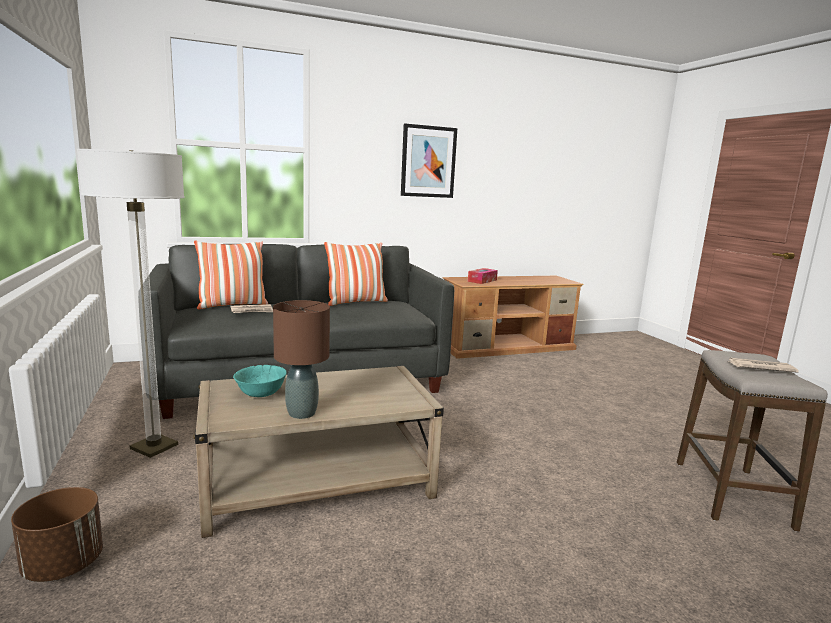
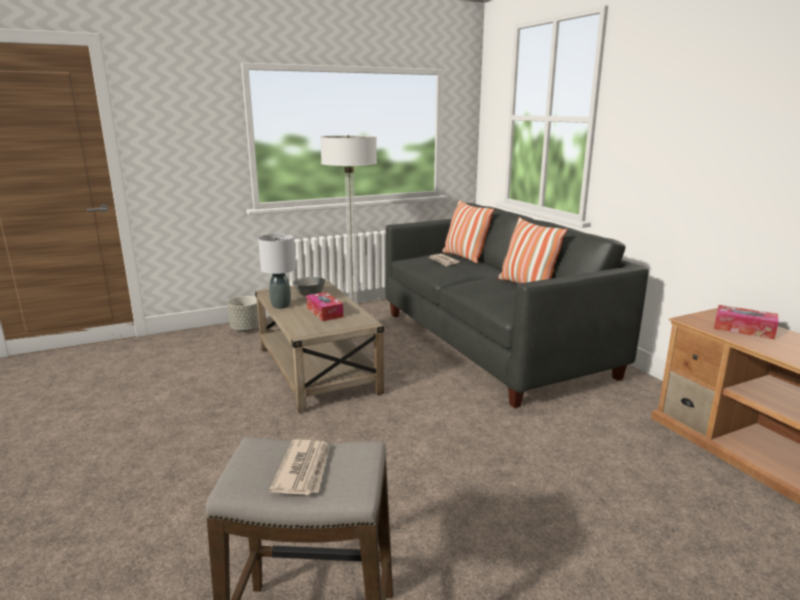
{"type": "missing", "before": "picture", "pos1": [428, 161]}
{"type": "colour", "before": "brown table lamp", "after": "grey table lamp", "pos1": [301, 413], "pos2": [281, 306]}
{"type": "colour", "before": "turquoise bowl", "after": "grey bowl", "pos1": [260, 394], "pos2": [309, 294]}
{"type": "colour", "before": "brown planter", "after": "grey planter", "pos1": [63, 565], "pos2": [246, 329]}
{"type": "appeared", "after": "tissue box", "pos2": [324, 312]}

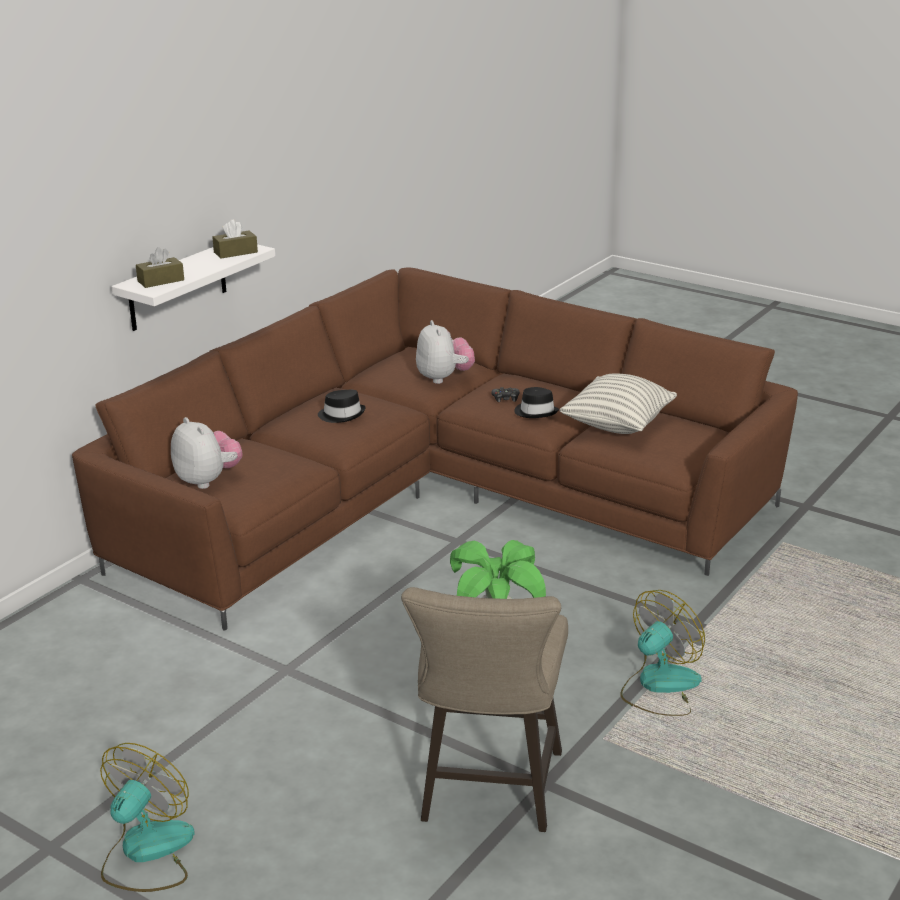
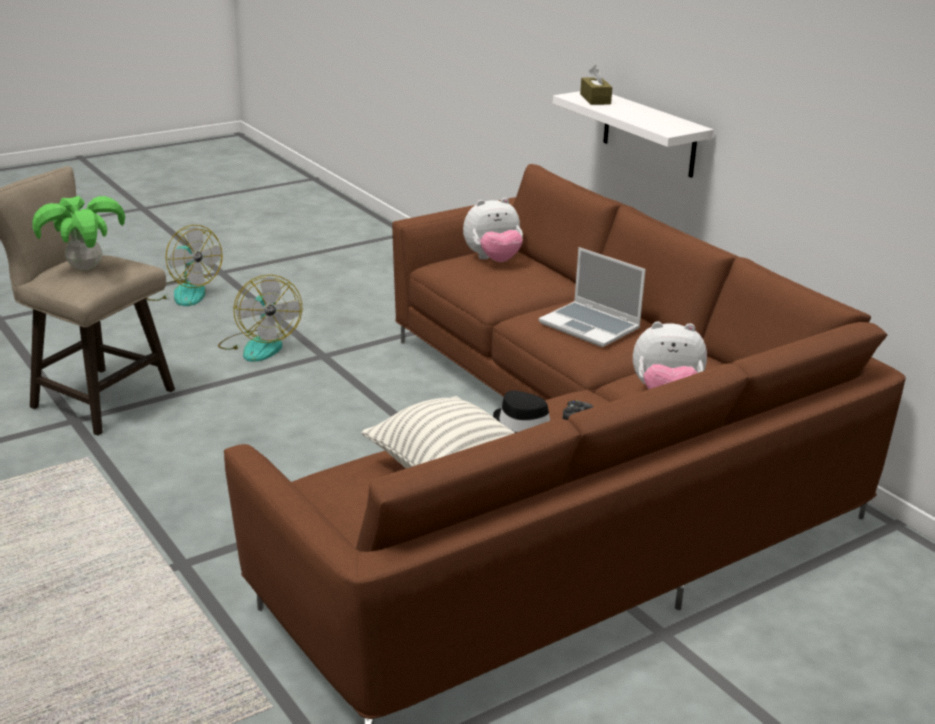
{"type": "missing", "before": "brown tissue box", "pos1": [235, 252]}
{"type": "exchanged", "before": "black hat", "after": "laptop", "pos1": [342, 415], "pos2": [591, 326]}
{"type": "relocated", "before": "fan", "pos1": [659, 687], "pos2": [259, 345]}

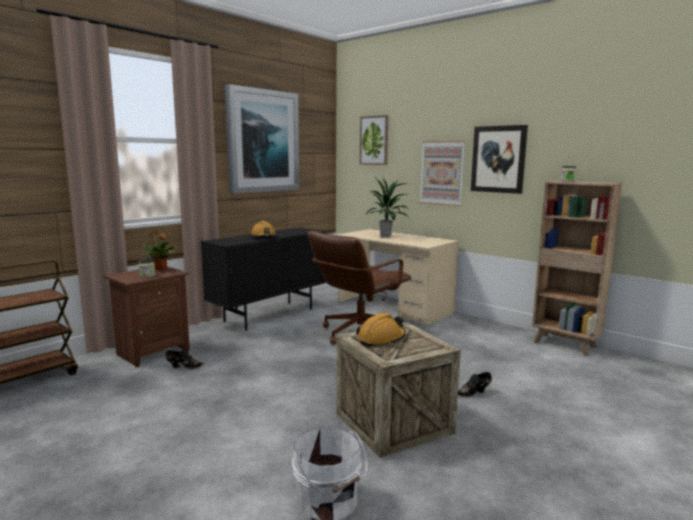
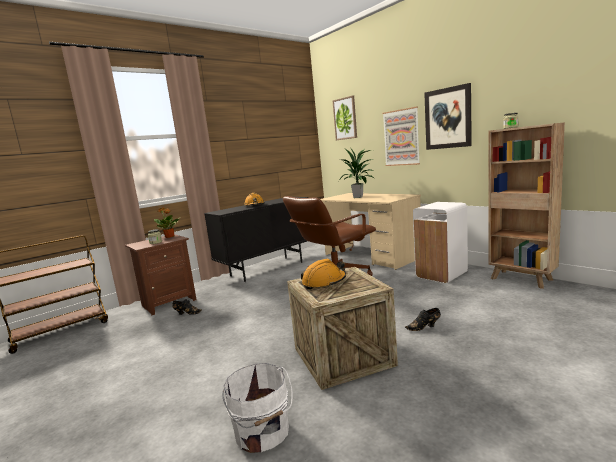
{"type": "missing", "before": "picture", "pos1": [262, 141]}
{"type": "appeared", "after": "white trash can", "pos2": [442, 275]}

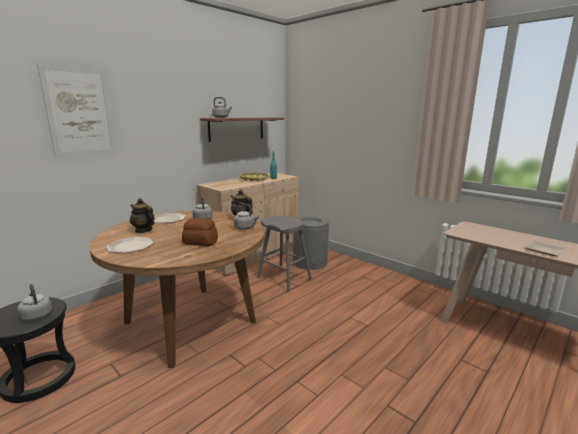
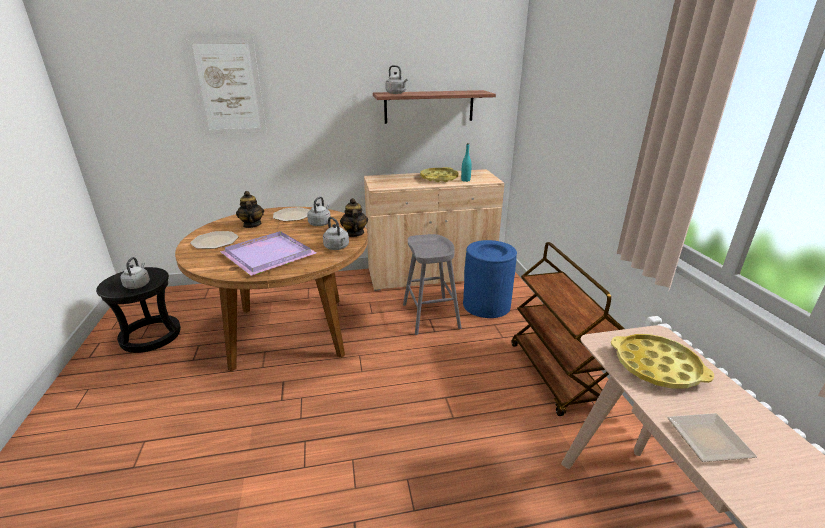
{"type": "colour", "before": "grey trash can", "after": "blue trash can", "pos1": [310, 262], "pos2": [486, 305]}
{"type": "exchanged", "before": "bread", "after": "purple tray", "pos1": [200, 242], "pos2": [269, 254]}
{"type": "appeared", "after": "brown cart", "pos2": [555, 375]}
{"type": "appeared", "after": "yellow tray", "pos2": [657, 366]}

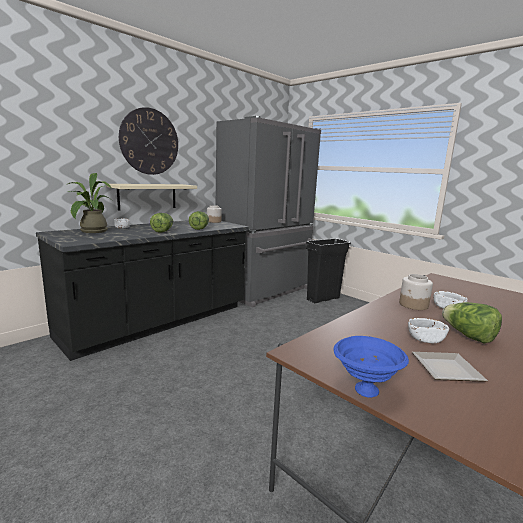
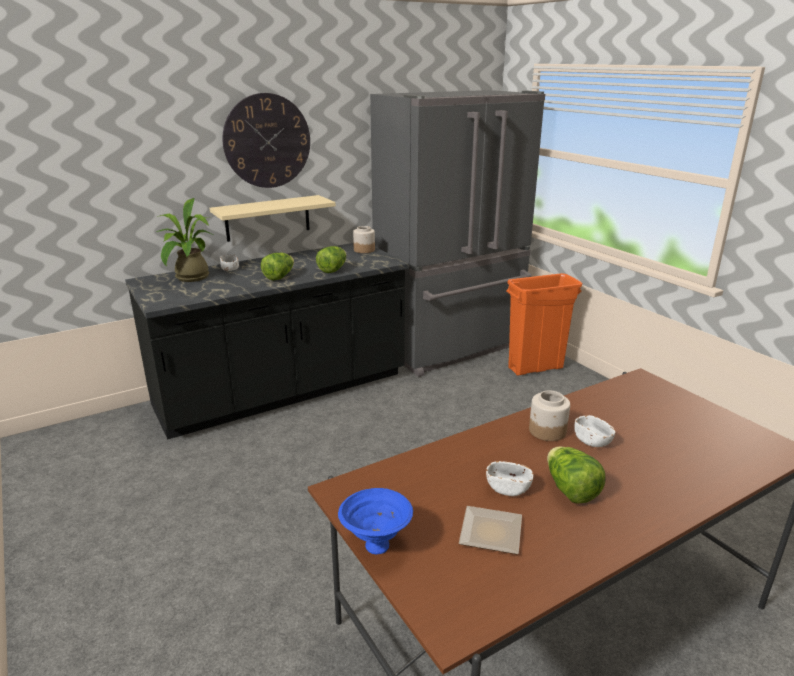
{"type": "colour", "before": "black trash can", "after": "orange trash can", "pos1": [323, 299], "pos2": [536, 368]}

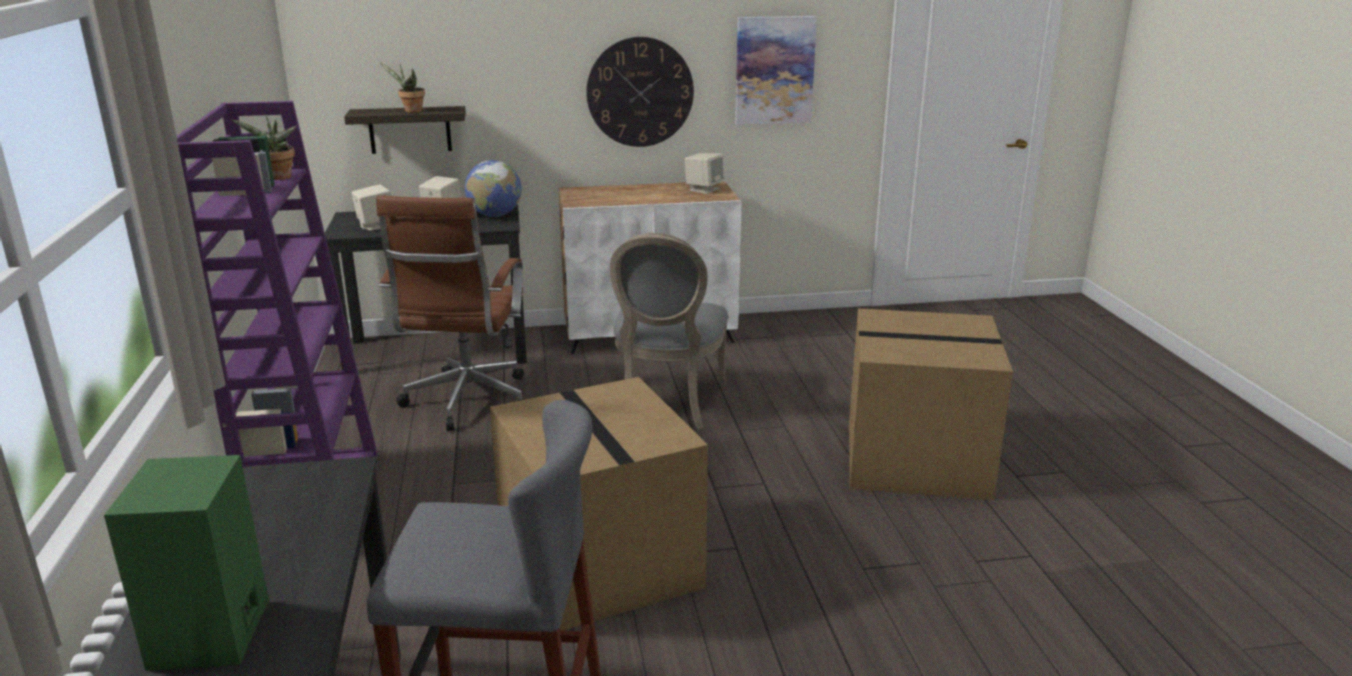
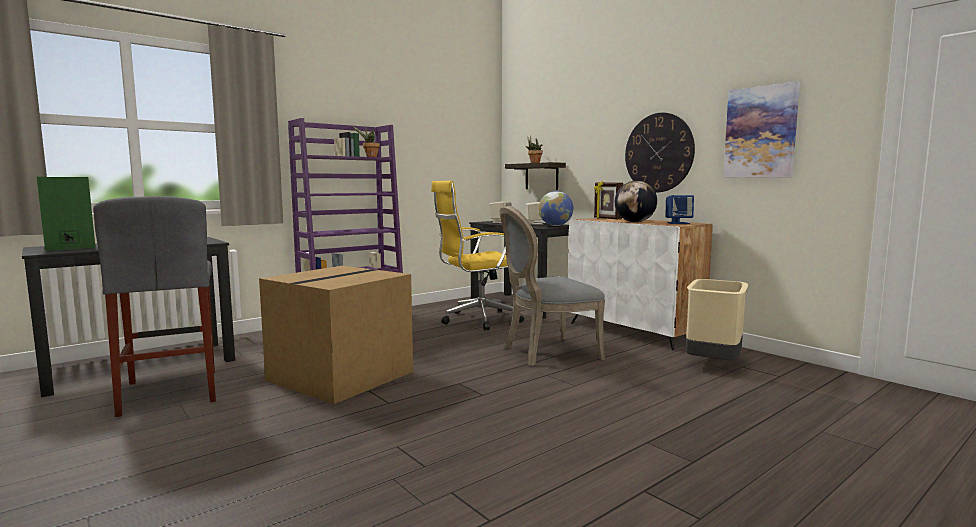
{"type": "colour", "before": "beige speaker", "after": "blue speaker", "pos1": [704, 189], "pos2": [678, 223]}
{"type": "colour", "before": "brown office chair", "after": "yellow office chair", "pos1": [466, 403], "pos2": [477, 320]}
{"type": "missing", "before": "cardboard box", "pos1": [918, 458]}
{"type": "appeared", "after": "picture frame", "pos2": [607, 218]}
{"type": "appeared", "after": "globe", "pos2": [634, 222]}
{"type": "appeared", "after": "beige trash can", "pos2": [714, 364]}

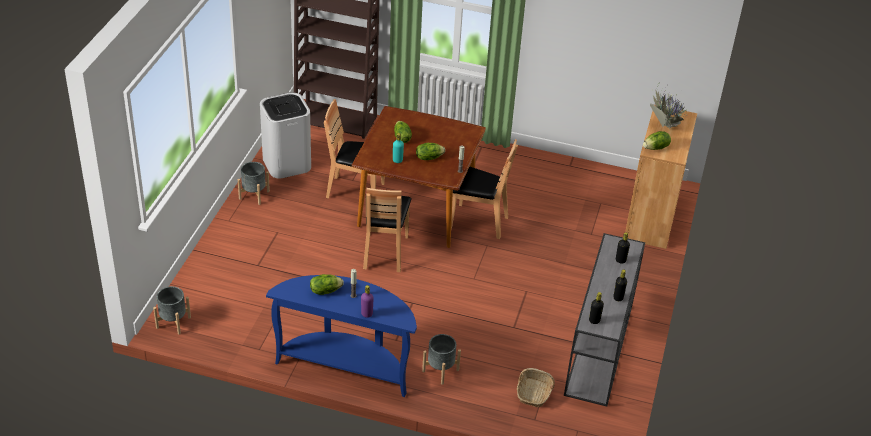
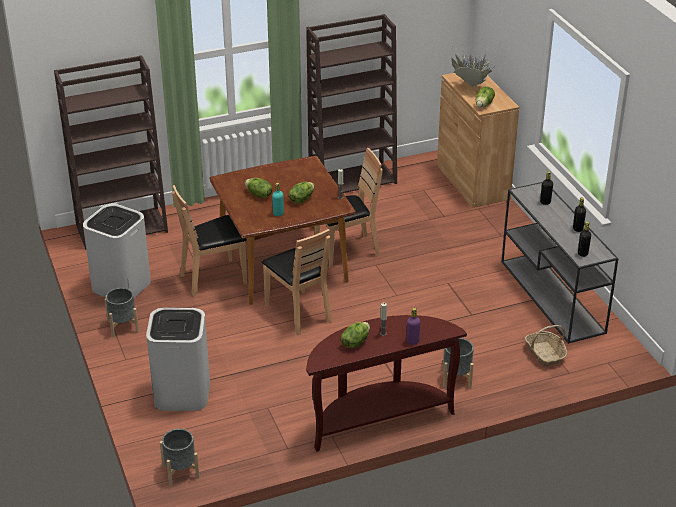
{"type": "colour", "before": "blue console table", "after": "brown console table", "pos1": [346, 366], "pos2": [378, 418]}
{"type": "appeared", "after": "brown bookcase", "pos2": [353, 180]}
{"type": "appeared", "after": "white trash can", "pos2": [181, 393]}

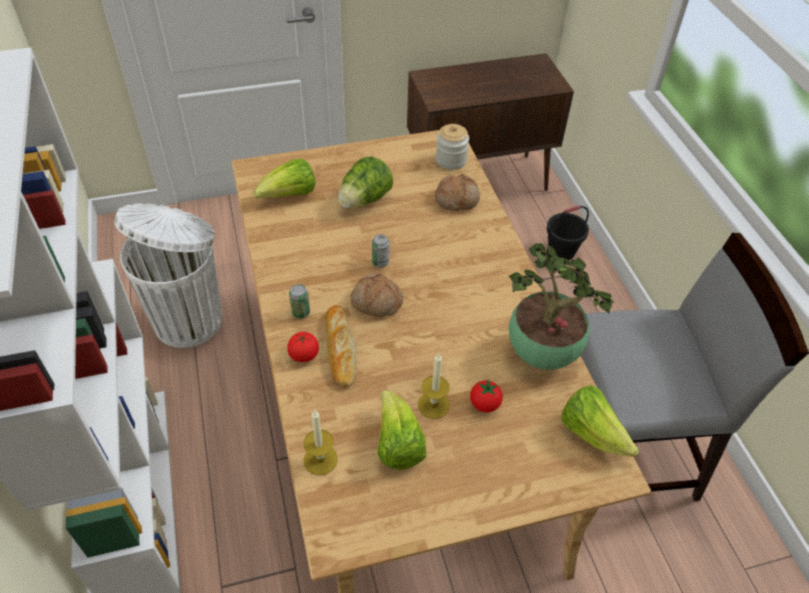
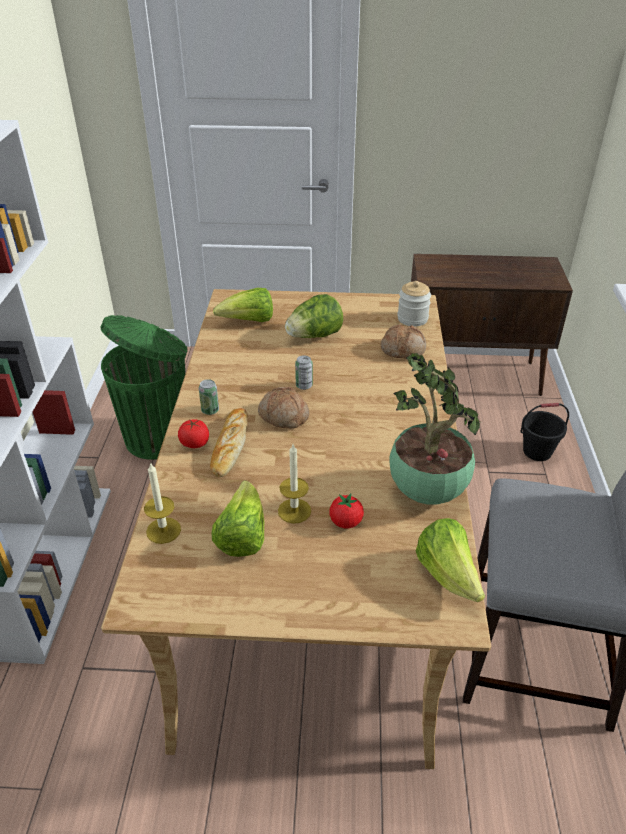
{"type": "colour", "before": "white trash can", "after": "green trash can", "pos1": [190, 319], "pos2": [159, 437]}

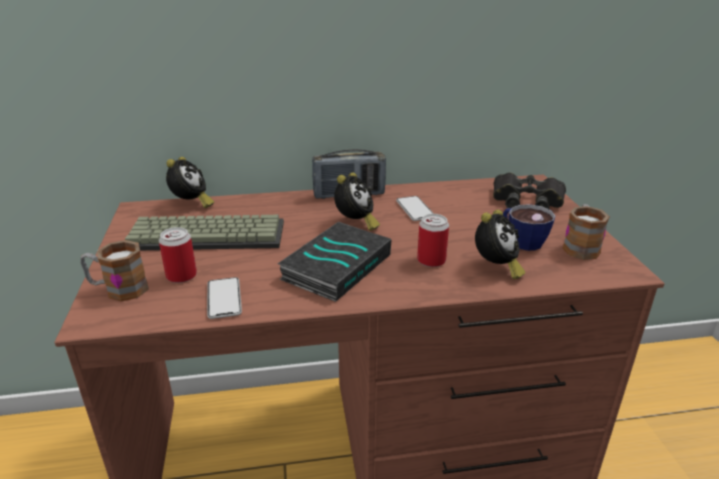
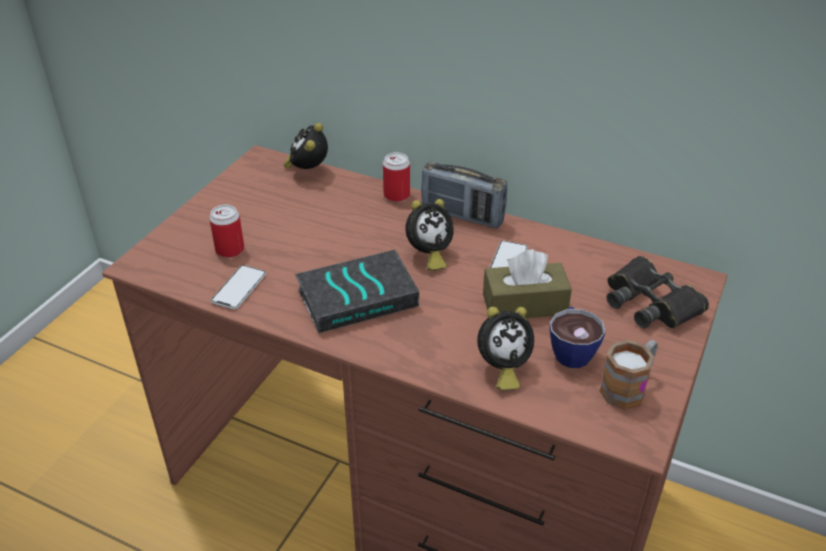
{"type": "spun", "before": "alarm clock", "pos1": [191, 204], "pos2": [308, 170], "turn": 150}
{"type": "relocated", "before": "can", "pos1": [431, 260], "pos2": [396, 195]}
{"type": "missing", "before": "keyboard", "pos1": [208, 234]}
{"type": "missing", "before": "mug", "pos1": [118, 289]}
{"type": "appeared", "after": "brown tissue box", "pos2": [524, 304]}

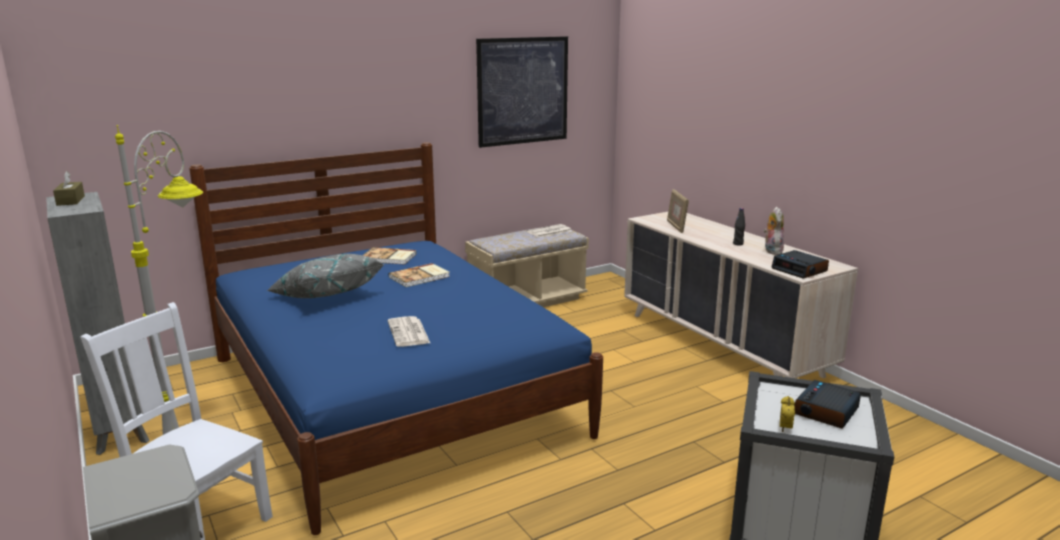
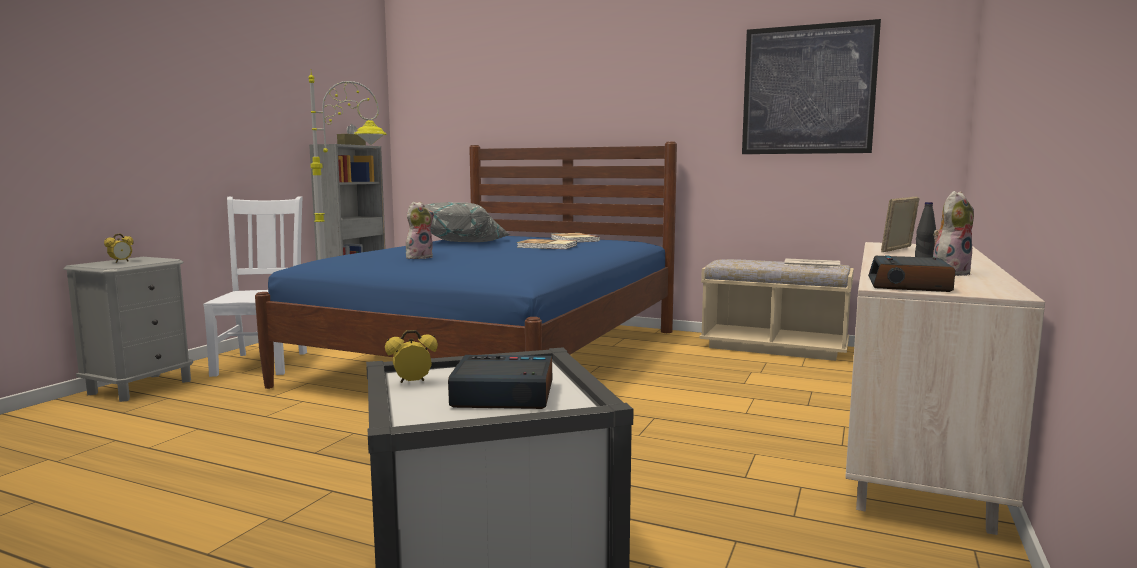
{"type": "exchanged", "before": "newspaper", "after": "plush toy", "pos1": [409, 333], "pos2": [419, 257]}
{"type": "appeared", "after": "alarm clock", "pos2": [121, 262]}

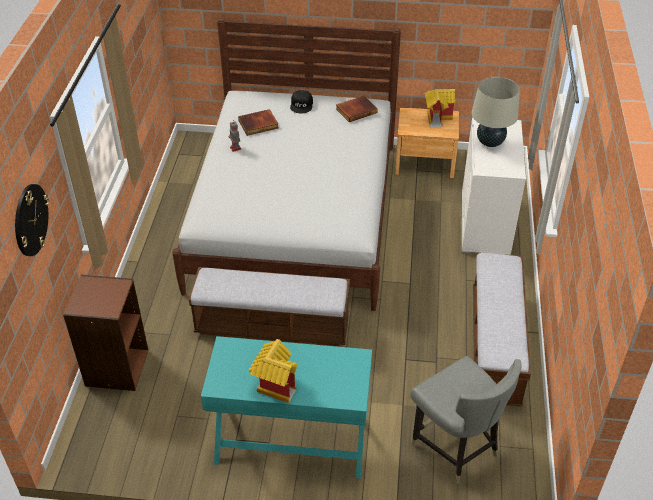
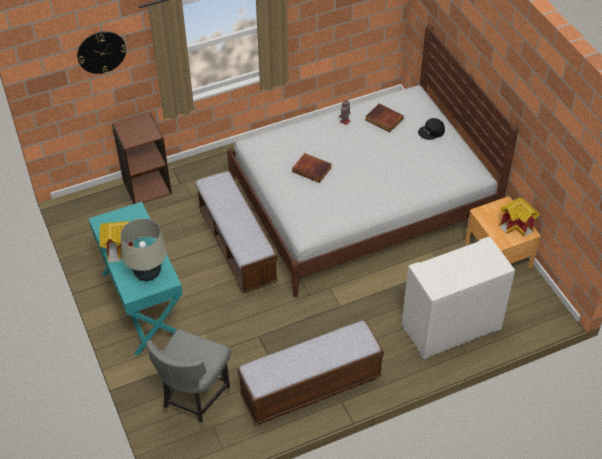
{"type": "relocated", "before": "beige table lamp", "pos1": [490, 142], "pos2": [148, 274]}
{"type": "relocated", "before": "book", "pos1": [356, 110], "pos2": [312, 169]}

